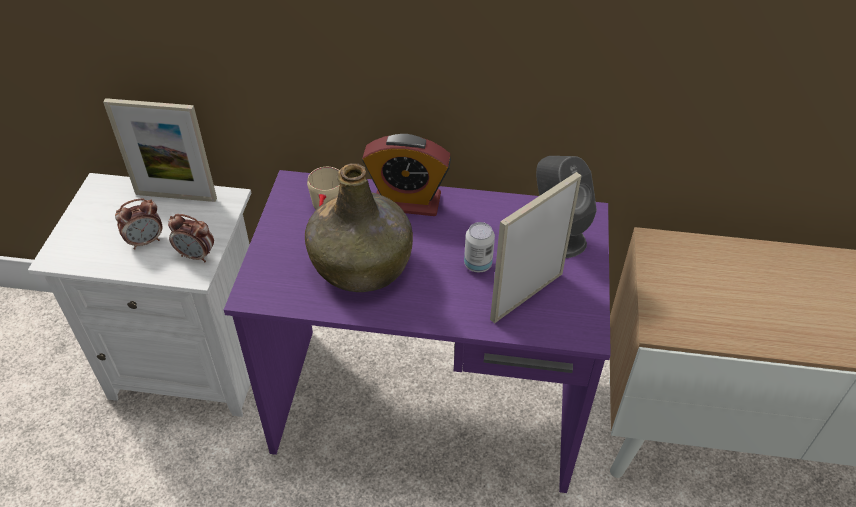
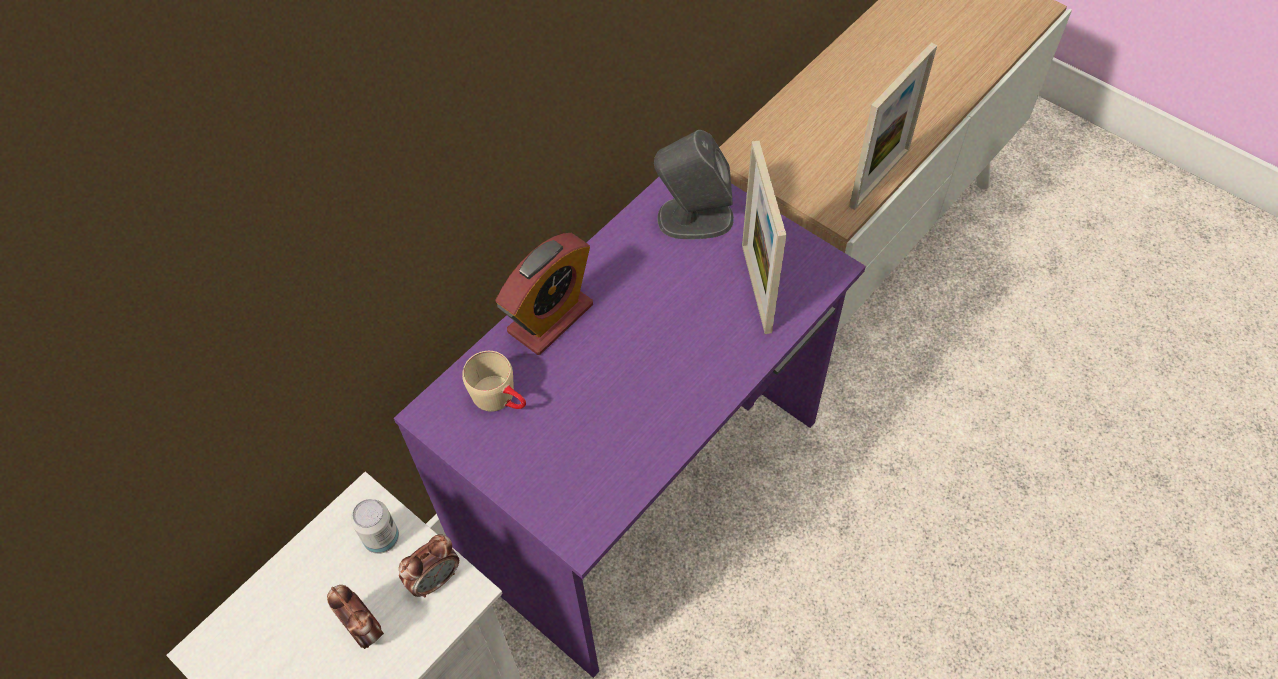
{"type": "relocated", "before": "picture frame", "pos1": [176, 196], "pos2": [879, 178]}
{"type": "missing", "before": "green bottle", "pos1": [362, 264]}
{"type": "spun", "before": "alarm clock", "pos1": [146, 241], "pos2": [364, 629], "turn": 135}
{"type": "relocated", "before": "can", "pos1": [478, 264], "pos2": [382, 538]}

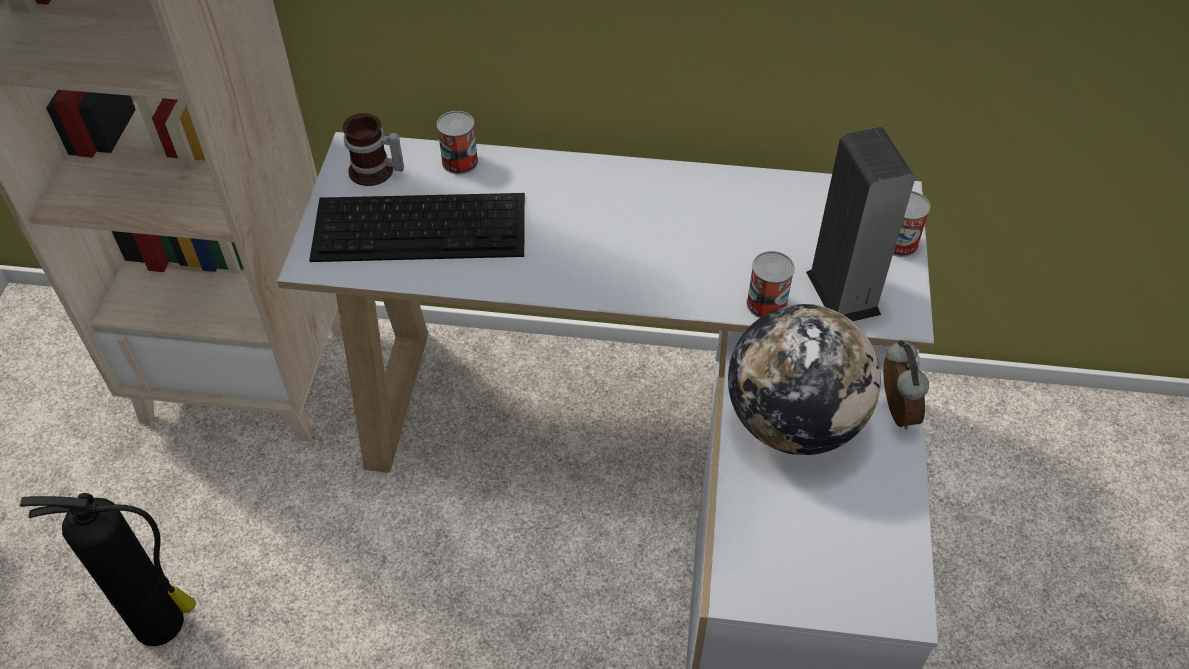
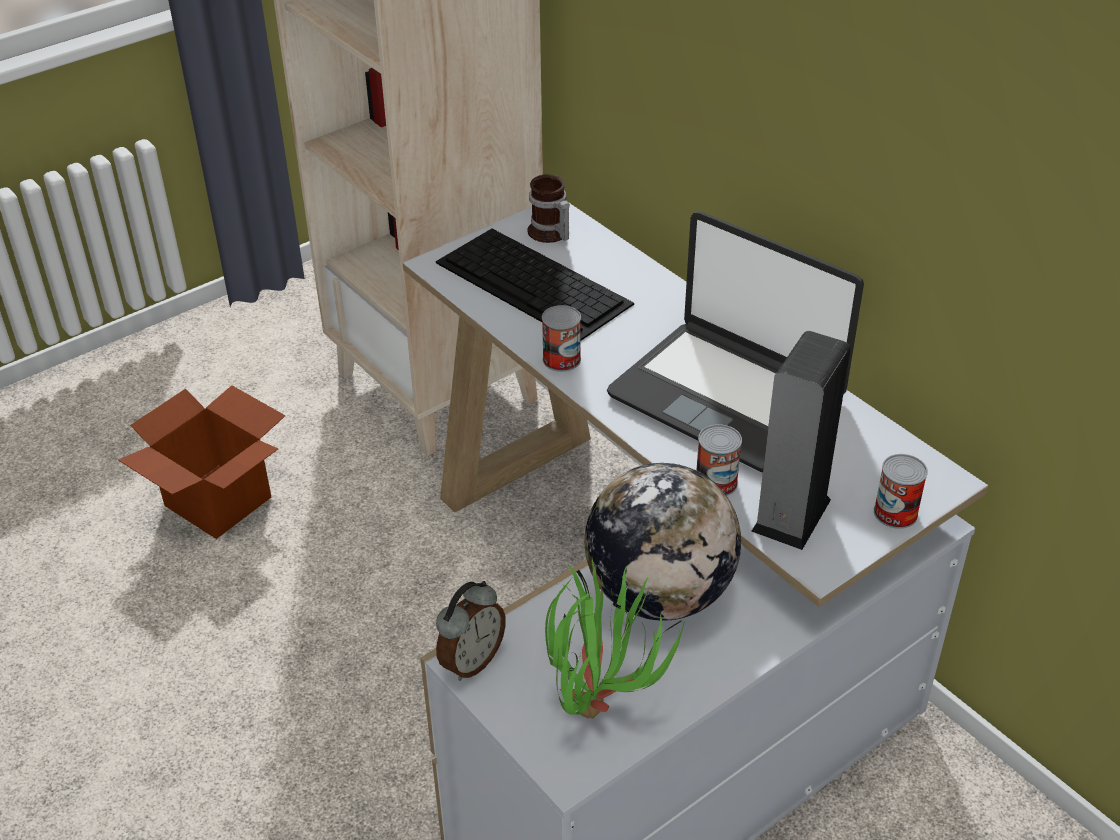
{"type": "relocated", "before": "can", "pos1": [460, 162], "pos2": [561, 359]}
{"type": "relocated", "before": "alarm clock", "pos1": [893, 411], "pos2": [471, 661]}
{"type": "exchanged", "before": "fire extinguisher", "after": "cardboard box", "pos1": [163, 623], "pos2": [217, 501]}
{"type": "appeared", "after": "laptop", "pos2": [727, 396]}
{"type": "appeared", "after": "potted plant", "pos2": [601, 699]}

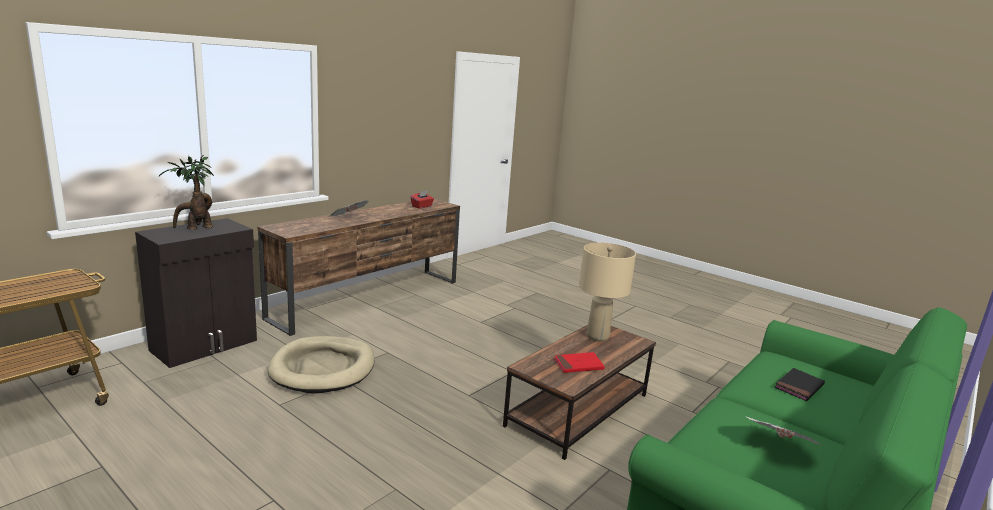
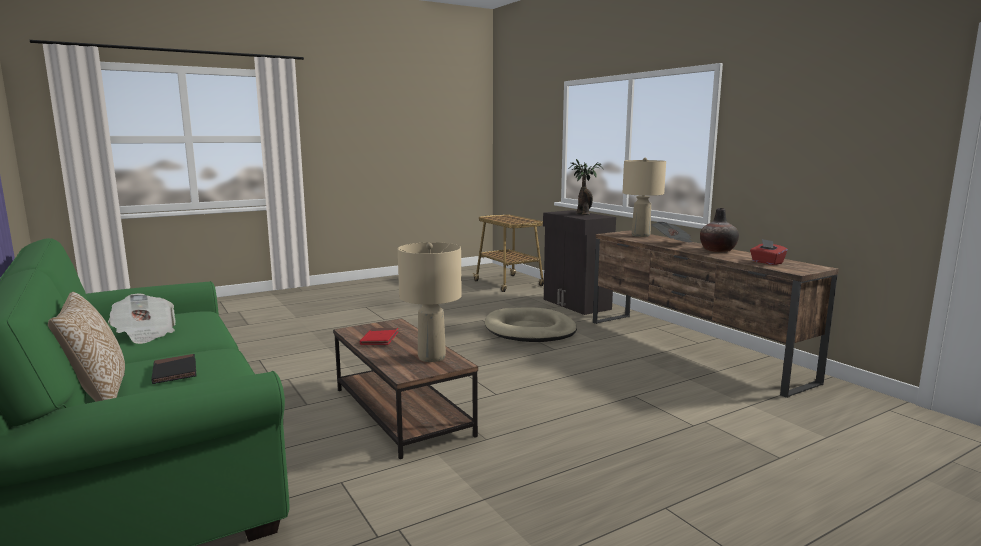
{"type": "appeared", "after": "beige table lamp", "pos2": [640, 235]}
{"type": "appeared", "after": "vase", "pos2": [717, 250]}
{"type": "appeared", "after": "pillow", "pos2": [96, 397]}

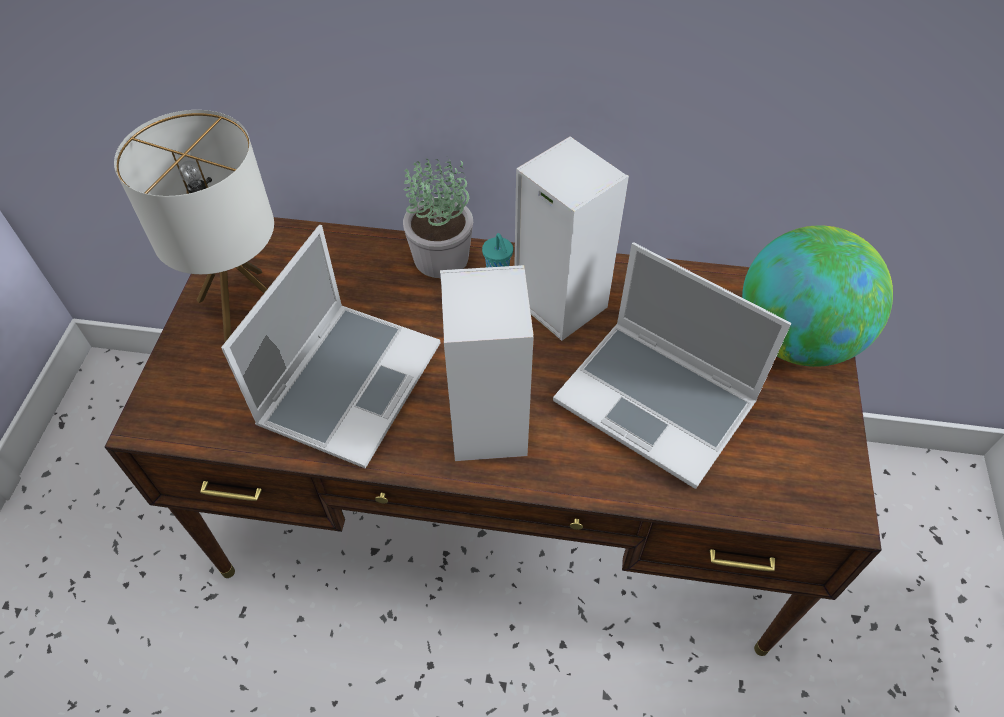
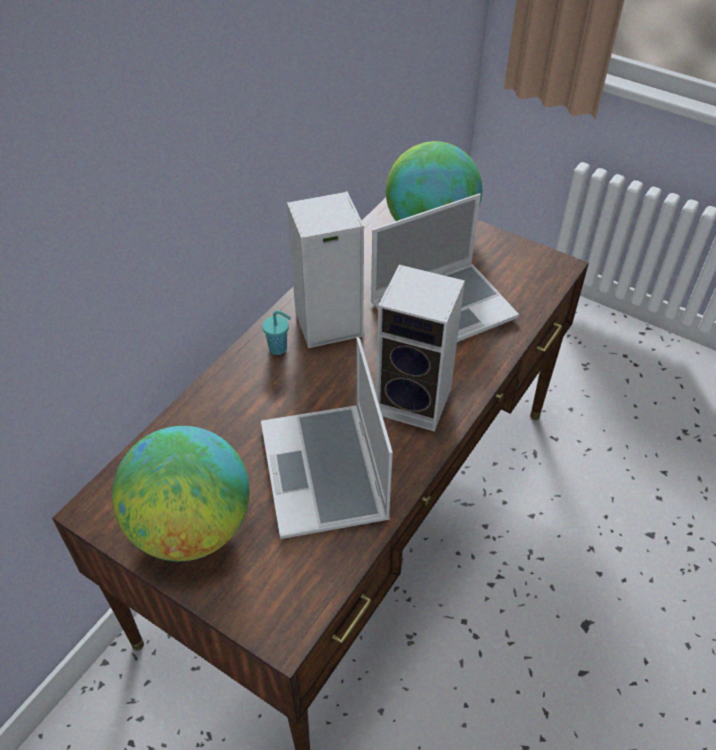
{"type": "exchanged", "before": "table lamp", "after": "globe", "pos1": [244, 306], "pos2": [192, 527]}
{"type": "missing", "before": "potted plant", "pos1": [442, 258]}
{"type": "spun", "before": "laptop", "pos1": [350, 382], "pos2": [326, 473], "turn": -150}

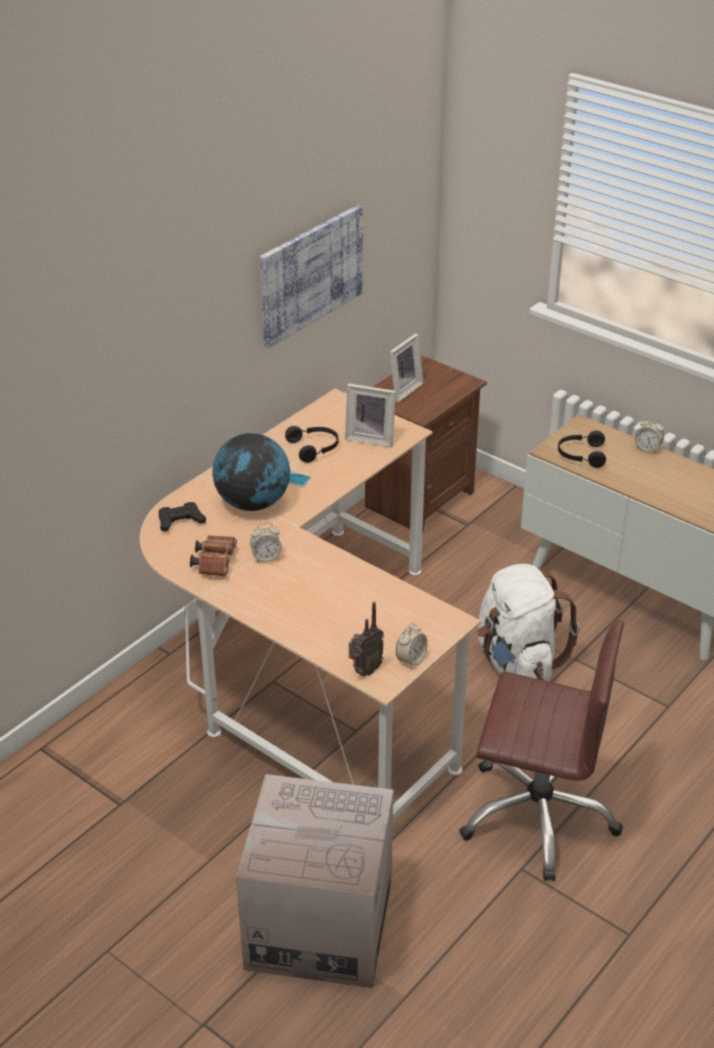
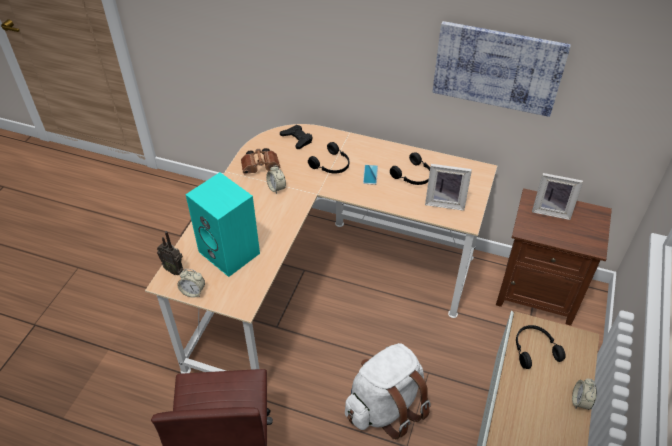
{"type": "spun", "before": "picture frame", "pos1": [371, 438], "pos2": [445, 202], "turn": -75}
{"type": "exchanged", "before": "globe", "after": "black headphones", "pos1": [253, 503], "pos2": [332, 165]}
{"type": "missing", "before": "cardboard box", "pos1": [319, 924]}
{"type": "appeared", "after": "turquoise speaker", "pos2": [231, 252]}

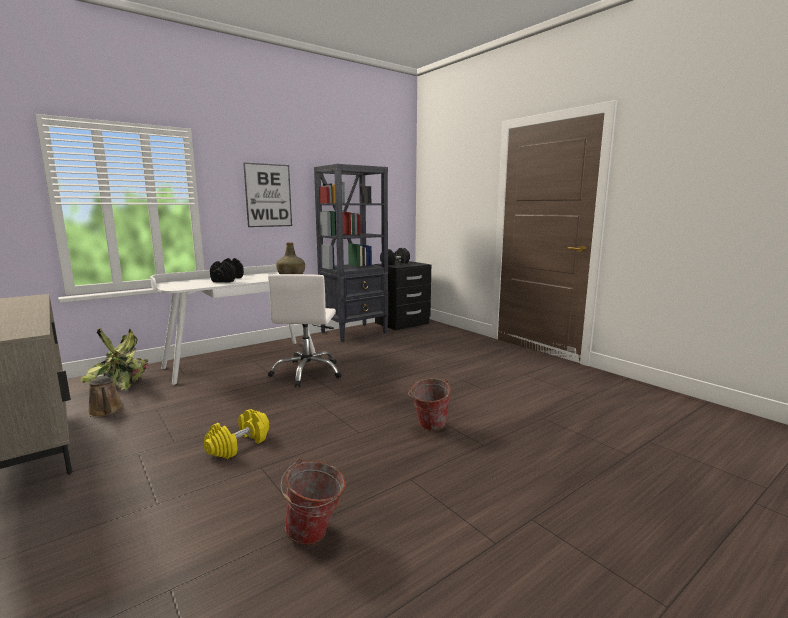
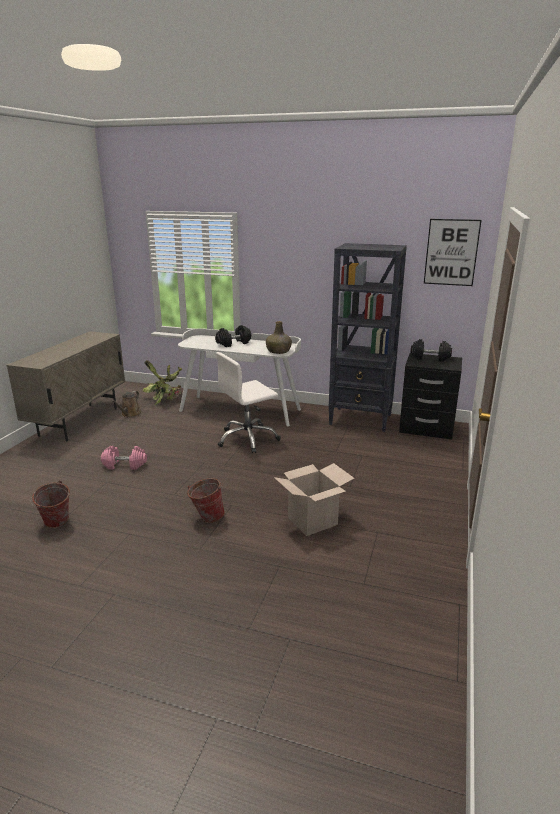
{"type": "relocated", "before": "picture", "pos1": [268, 195], "pos2": [451, 252]}
{"type": "colour", "before": "yellow dumbbell", "after": "pink dumbbell", "pos1": [238, 445], "pos2": [125, 465]}
{"type": "appeared", "after": "cardboard box", "pos2": [312, 521]}

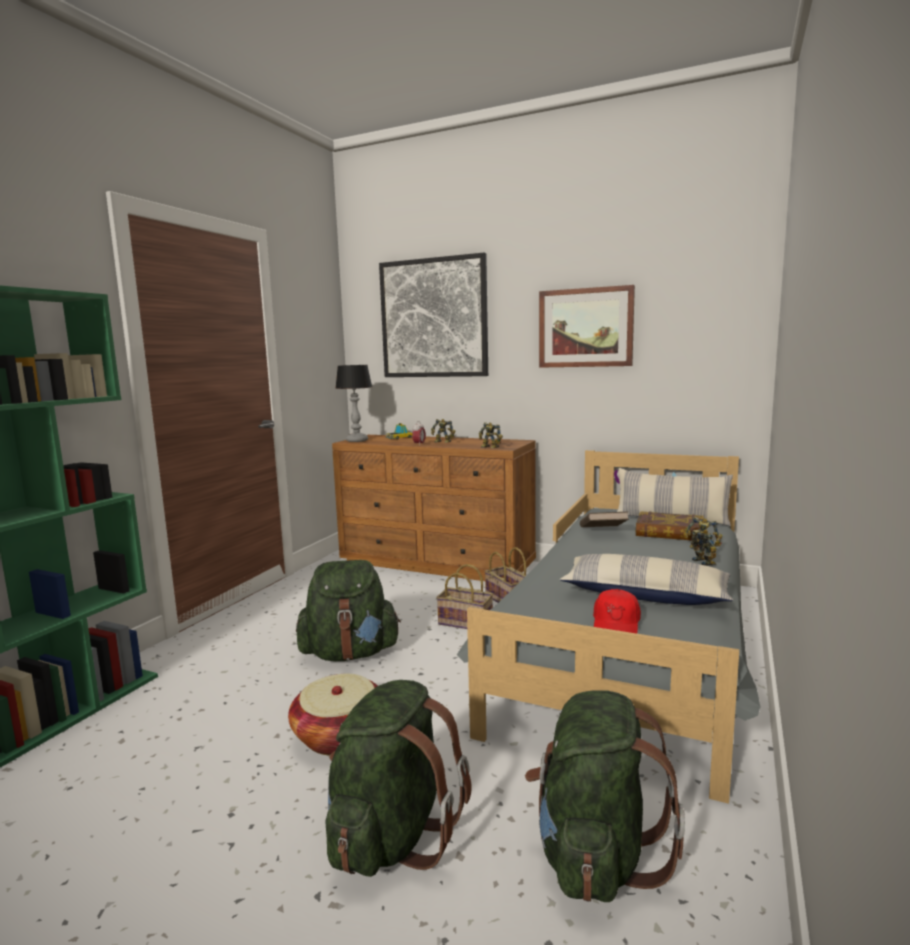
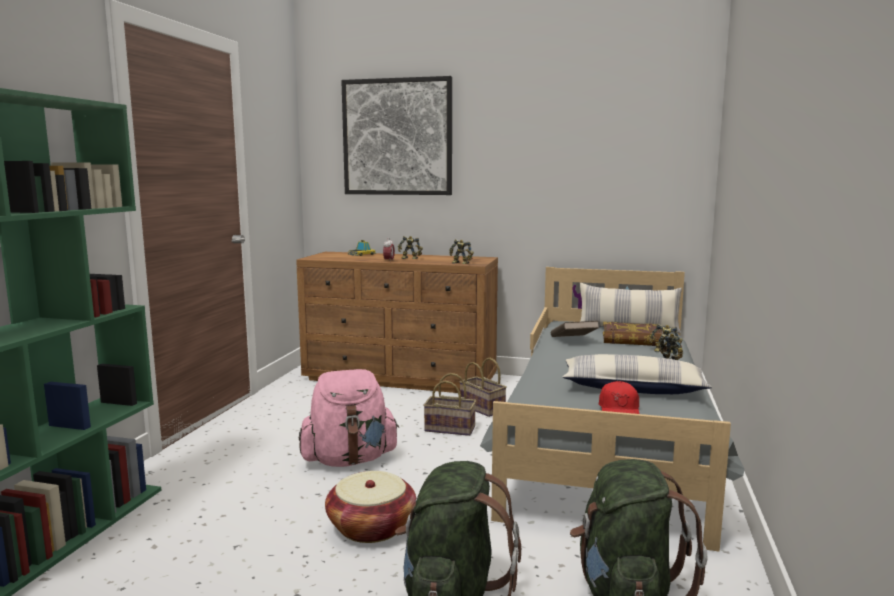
{"type": "missing", "before": "picture", "pos1": [585, 328]}
{"type": "missing", "before": "table lamp", "pos1": [356, 440]}
{"type": "colour", "before": "green backpack", "after": "pink backpack", "pos1": [350, 653], "pos2": [349, 460]}

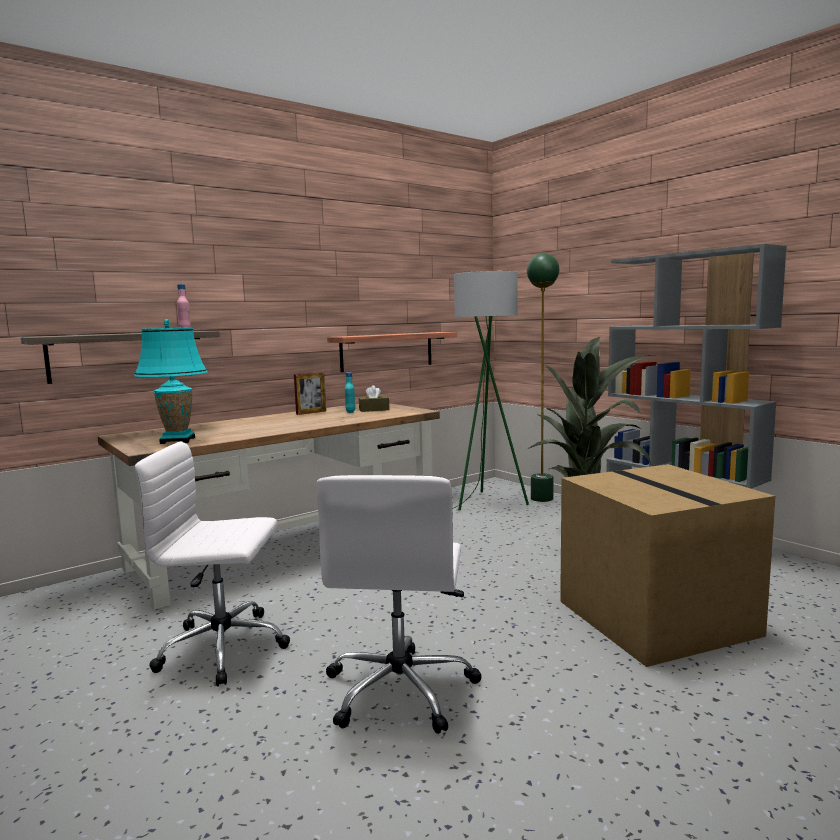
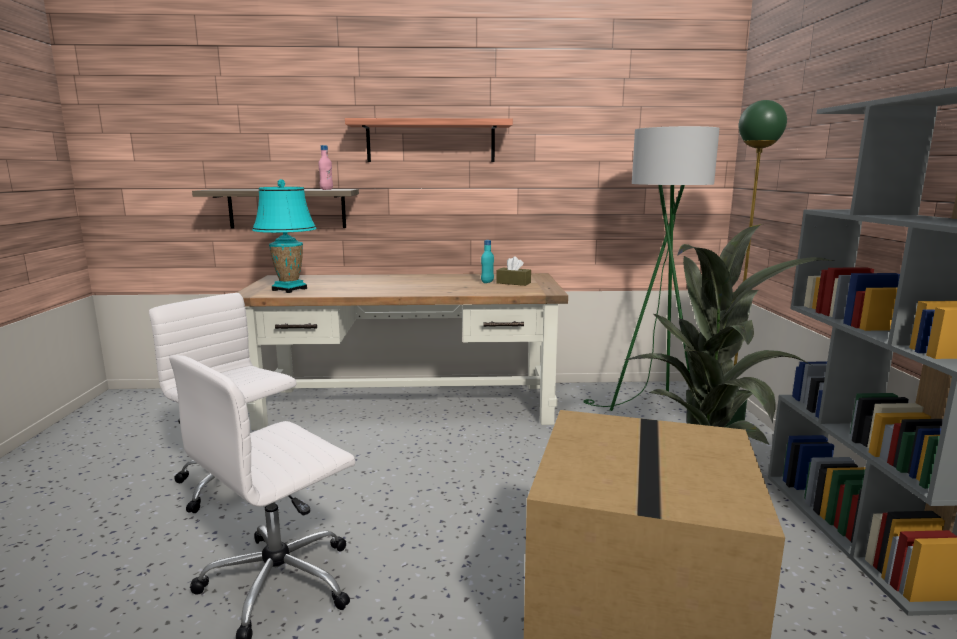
{"type": "relocated", "before": "shelf", "pos1": [387, 351], "pos2": [430, 141]}
{"type": "missing", "before": "picture frame", "pos1": [311, 412]}

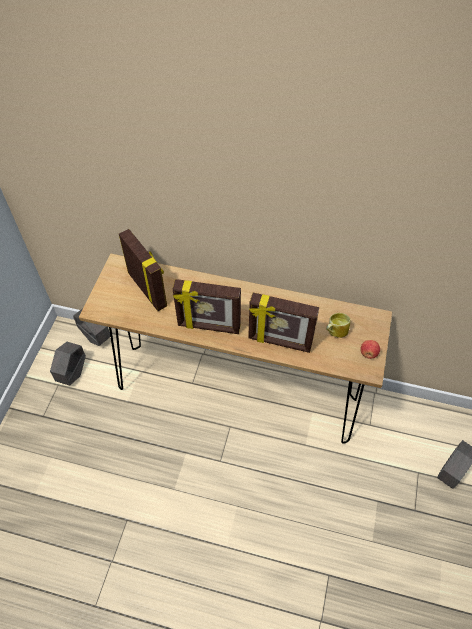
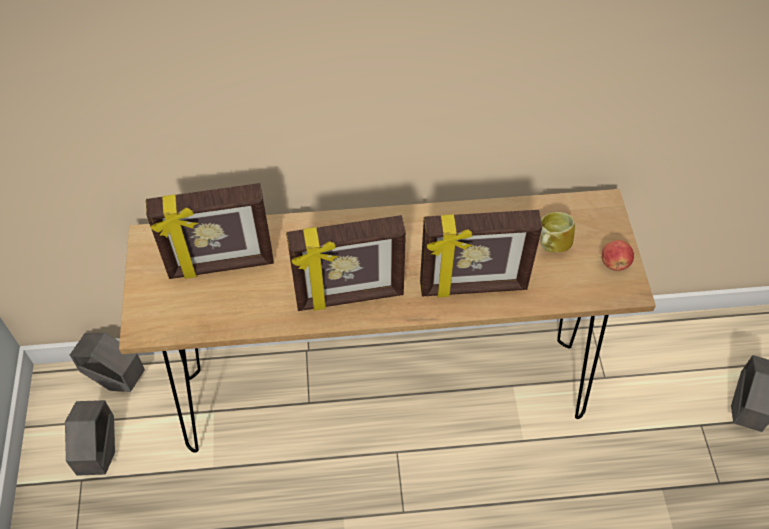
{"type": "spun", "before": "picture frame", "pos1": [148, 289], "pos2": [221, 266], "turn": 135}

